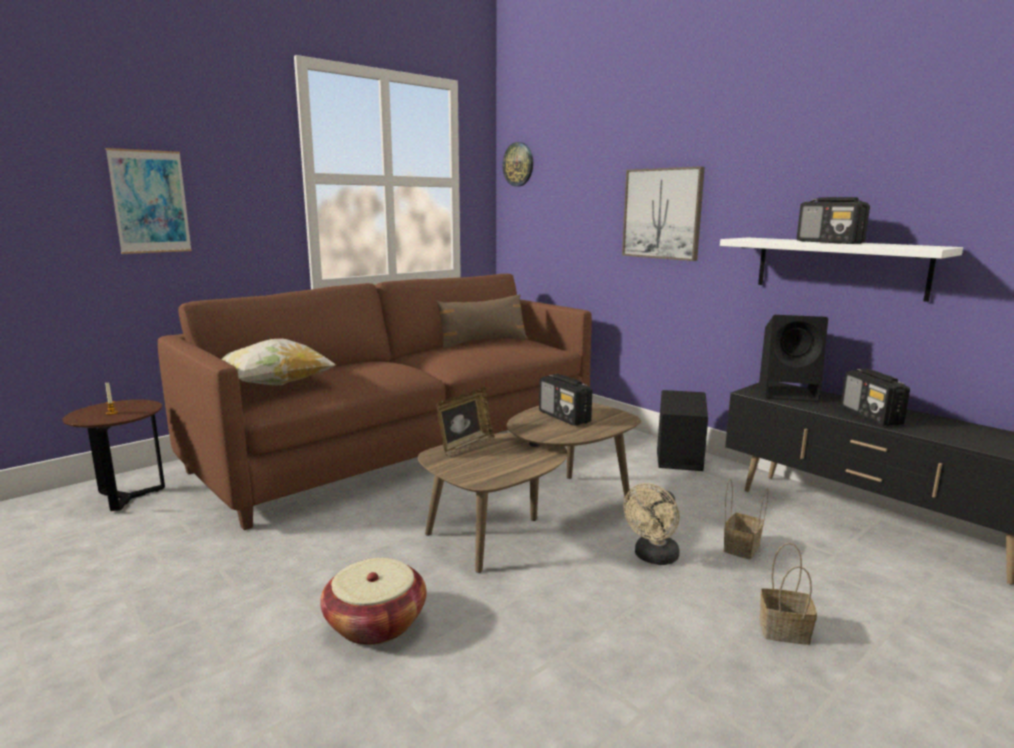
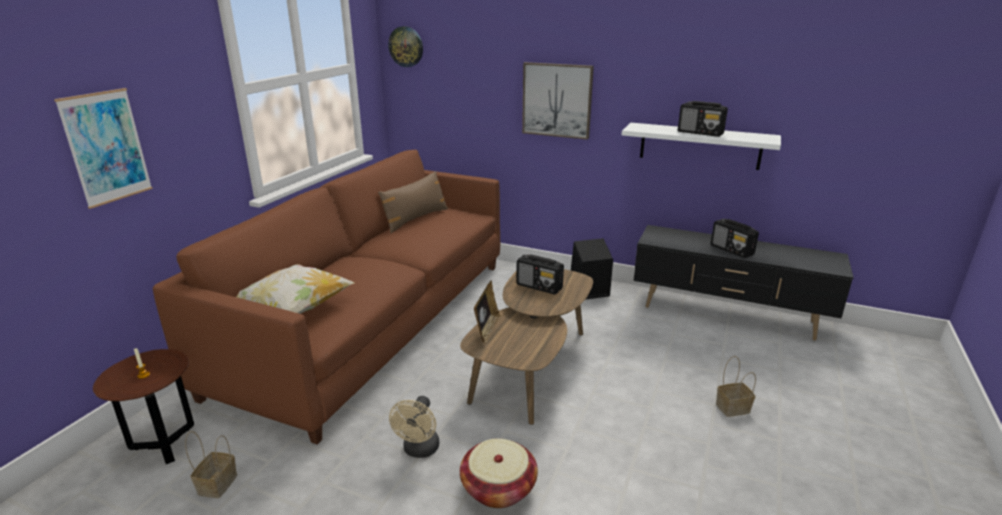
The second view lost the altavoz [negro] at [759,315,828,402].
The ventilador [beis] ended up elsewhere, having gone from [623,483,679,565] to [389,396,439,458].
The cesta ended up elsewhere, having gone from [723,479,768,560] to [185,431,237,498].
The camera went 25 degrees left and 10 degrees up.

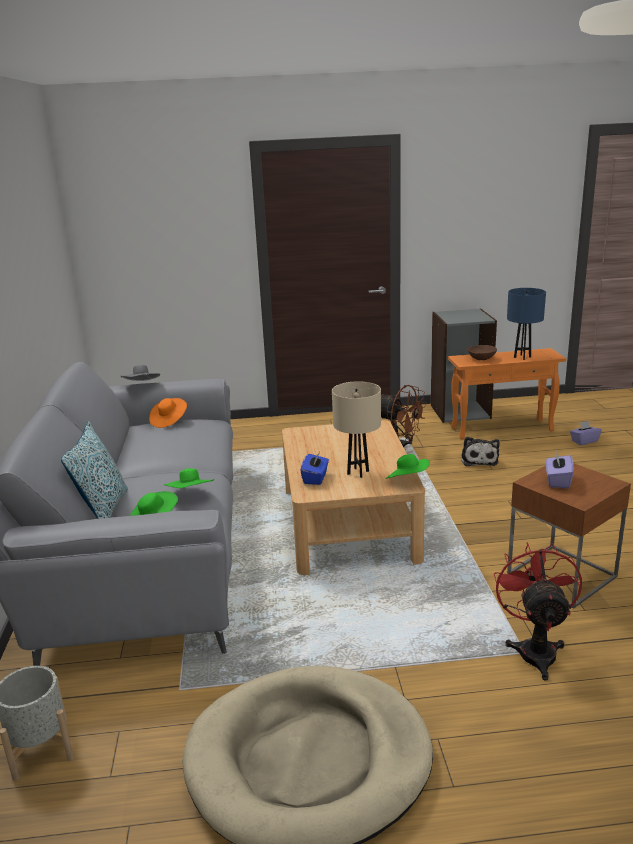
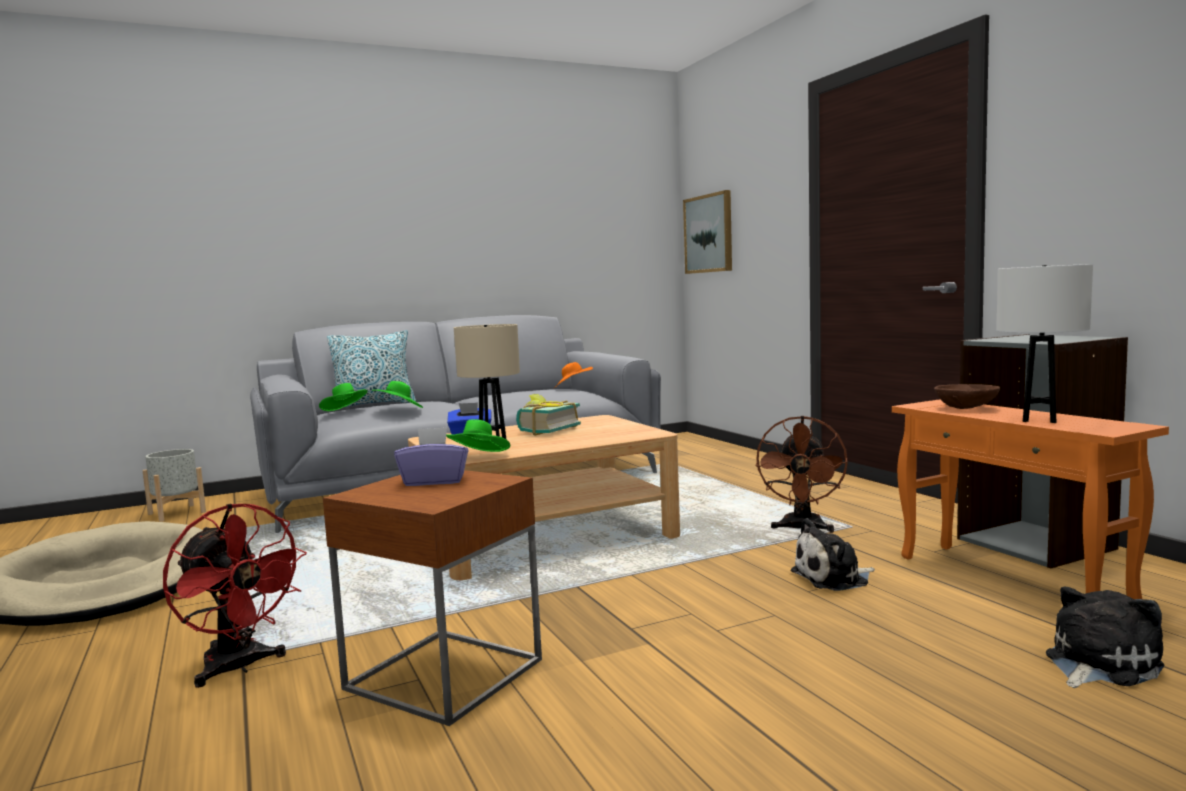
The second view lost the sombrero [gris] at [121,364,160,381].
The second view gained the libro at [516,394,581,436].
The second view gained the cuadro at [683,190,732,274].
Where the caja de pañuelos [morado] stood at [570,421,602,445], the peluche came to stand at [1046,587,1164,688].
What was the lámpara de mesa [azul] at [507,288,546,360] turned into the lámpara de mesa [blanco] at [997,264,1093,423].
The ventilador [rojo] at [494,542,582,681] ended up facing another way, 60 degrees clockwise from before.
The camera went 70 degrees right and 15 degrees down.

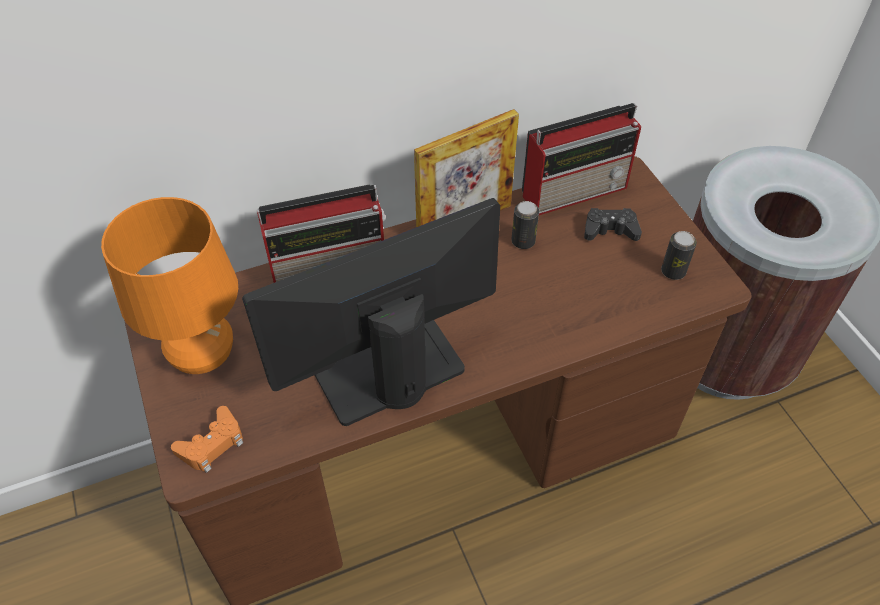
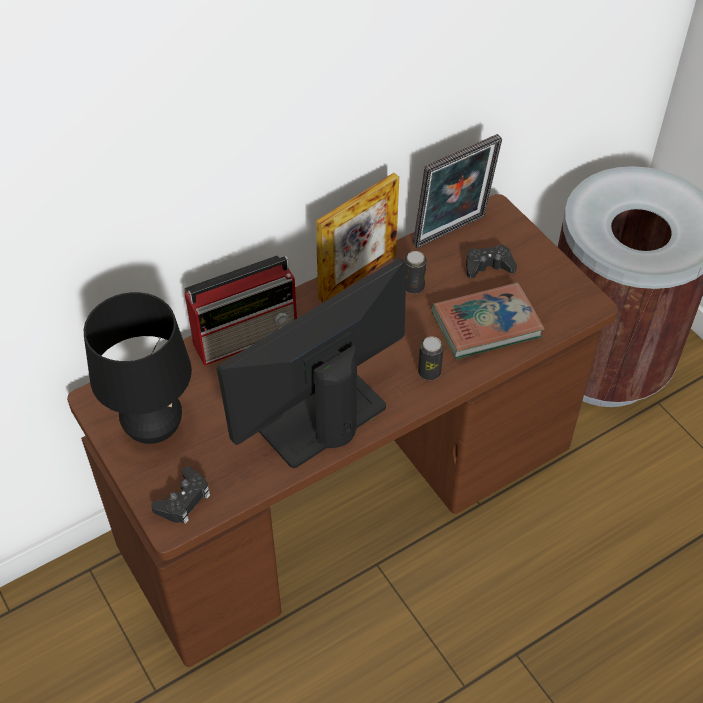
The second view gained the libro at [432,282,544,360].
The lata ended up elsewhere, having gone from [661,231,697,280] to [418,336,444,380].
Where the radio stood at [522,103,641,215], the portarretratos came to stand at [413,134,502,248].
What was the lámpara de mesa [naranja] at [101,197,238,374] turned into the lámpara de mesa [negro] at [84,292,192,444].
What was the mando de consola [naranja] at [171,406,243,473] turned into the mando de consola [negro] at [151,466,210,524].
The camera went 10 degrees left and 0 degrees up.

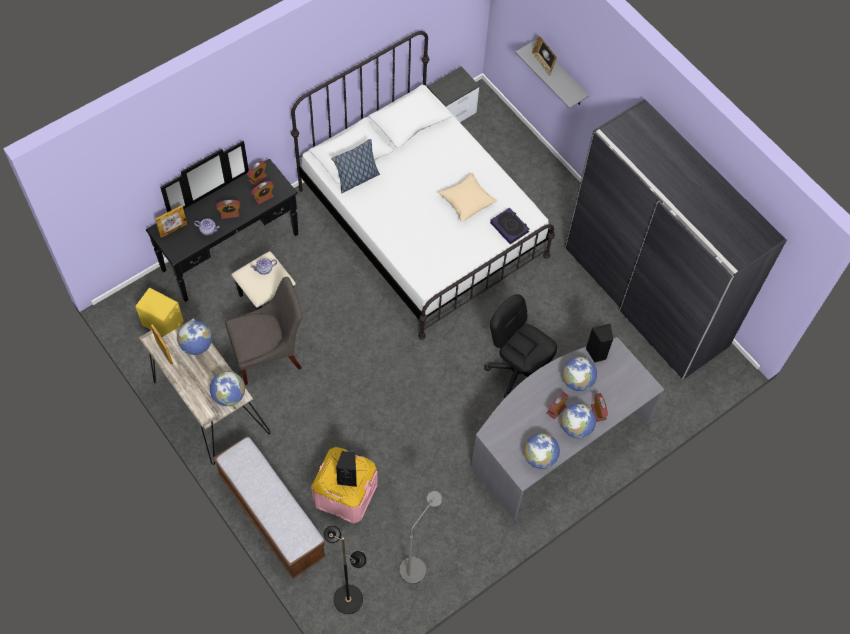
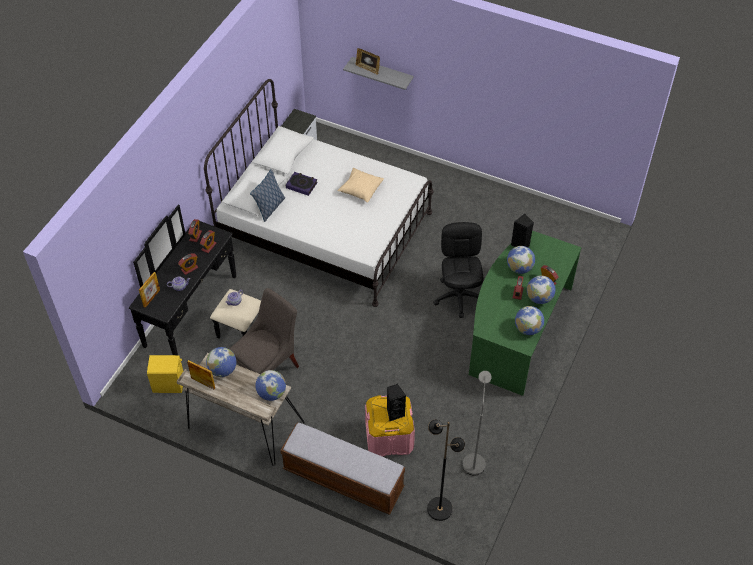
The second view lost the armario ropero [gris] at [565,99,787,379].
The libro ended up elsewhere, having gone from [490,208,530,245] to [285,172,318,196].
What was the escritorio [gris] at [471,337,665,520] turned into the escritorio [verde] at [469,231,582,396].
The silla de oficina [negro] at [484,294,557,398] ended up facing another way, 75 degrees clockwise from before.
The camera went 25 degrees left and 10 degrees down.

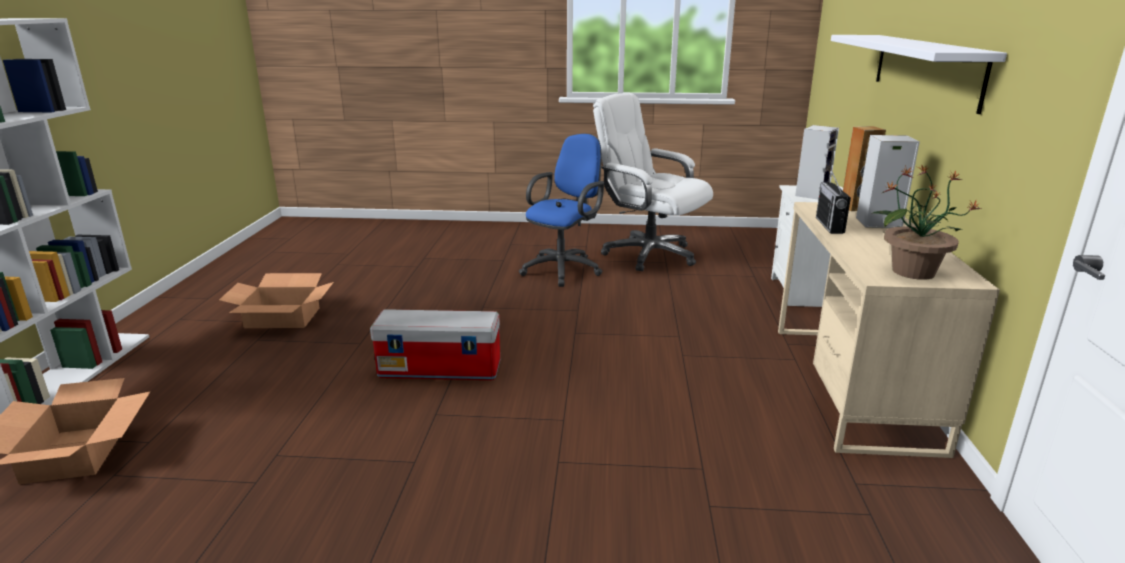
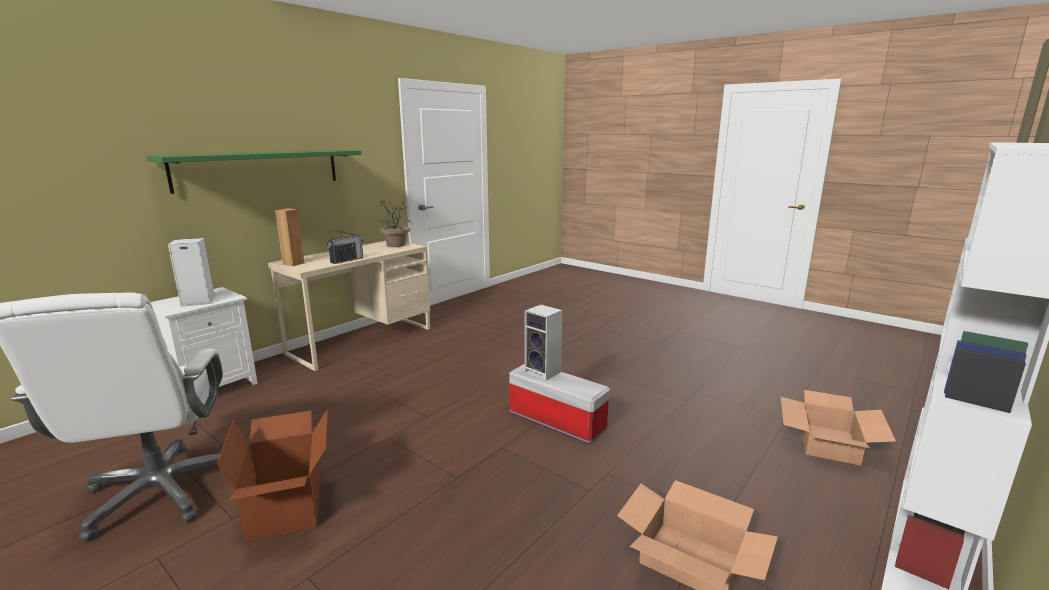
The altavoz ended up elsewhere, having gone from [856,135,920,228] to [525,305,563,380].
Where the silla de oficina [azul] stood at [519,134,604,287], the caja de cartón came to stand at [217,409,328,543].
What was the estante [blanco] at [831,35,1007,114] turned into the estante [verde] at [146,150,361,194].
The camera went 145 degrees left and 5 degrees down.

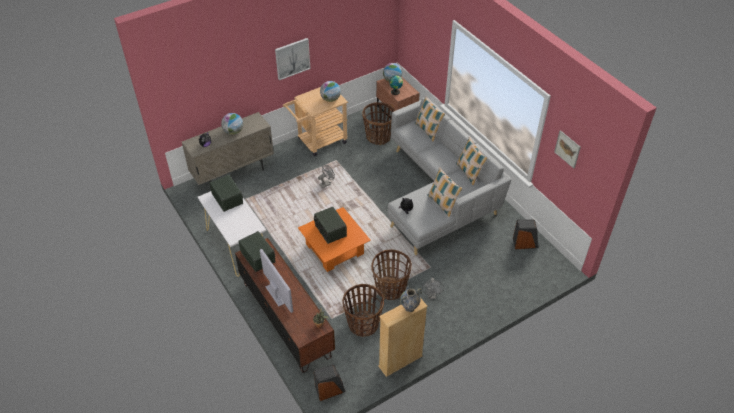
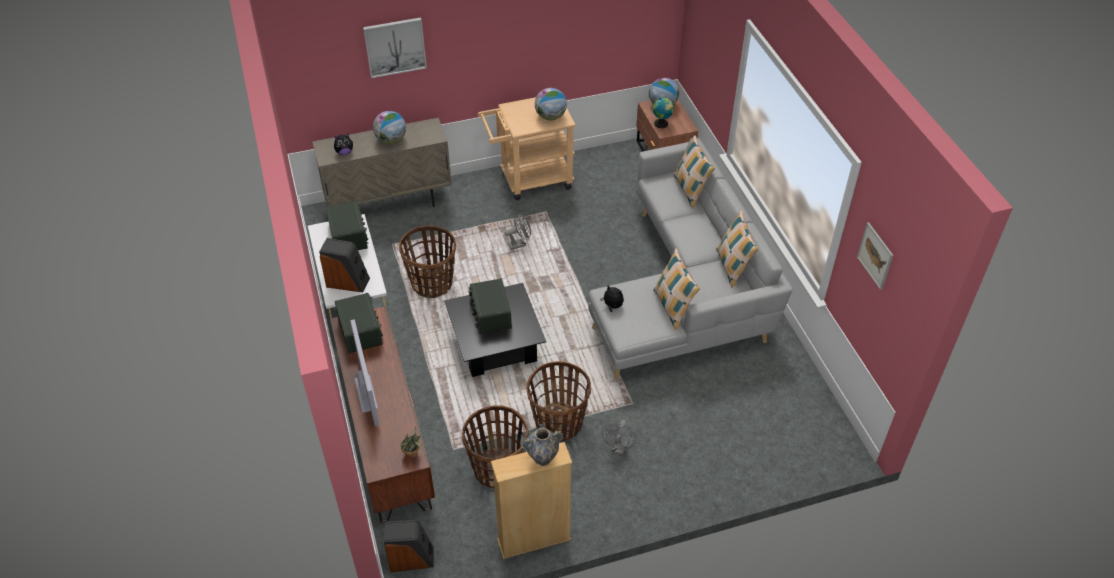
The cuadro ended up elsewhere, having gone from [275,38,311,80] to [363,17,427,78].
The cesta ended up elsewhere, having gone from [362,102,395,145] to [399,225,456,298].
The altavoz ended up elsewhere, having gone from [513,219,538,249] to [319,238,370,292].
What was the mesa de centro [naranja] at [298,207,371,272] turned into the mesa de centro [negro] at [444,283,546,377].
The camera went 15 degrees right and 0 degrees up.

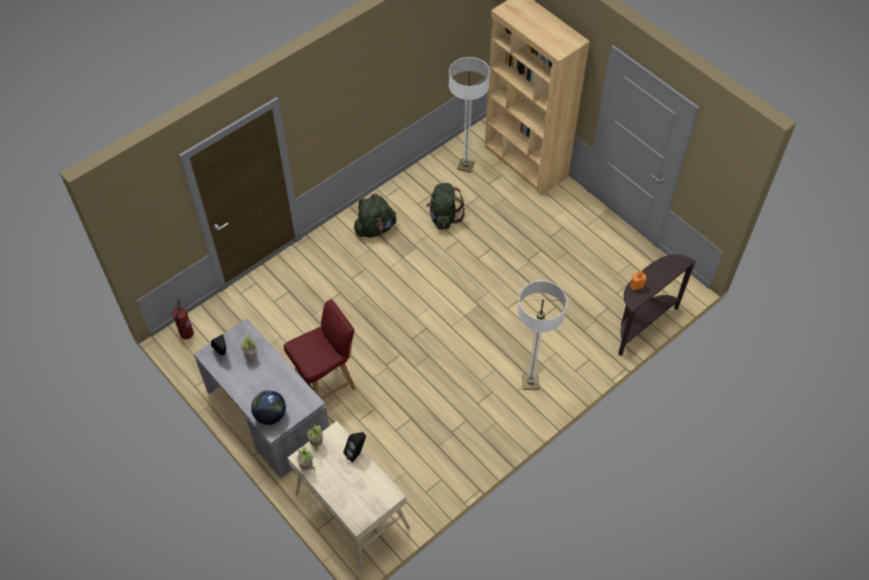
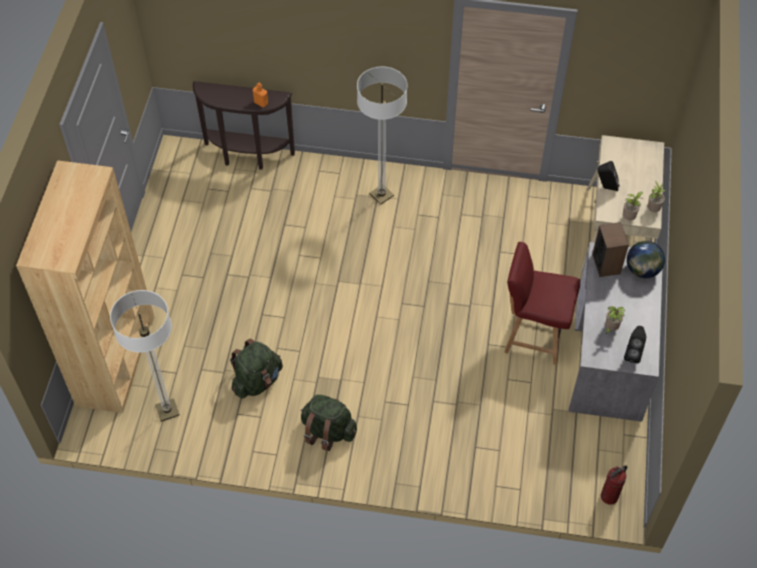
The second view gained the altavoz at [592,222,629,277].
The camera went 130 degrees left and 0 degrees up.

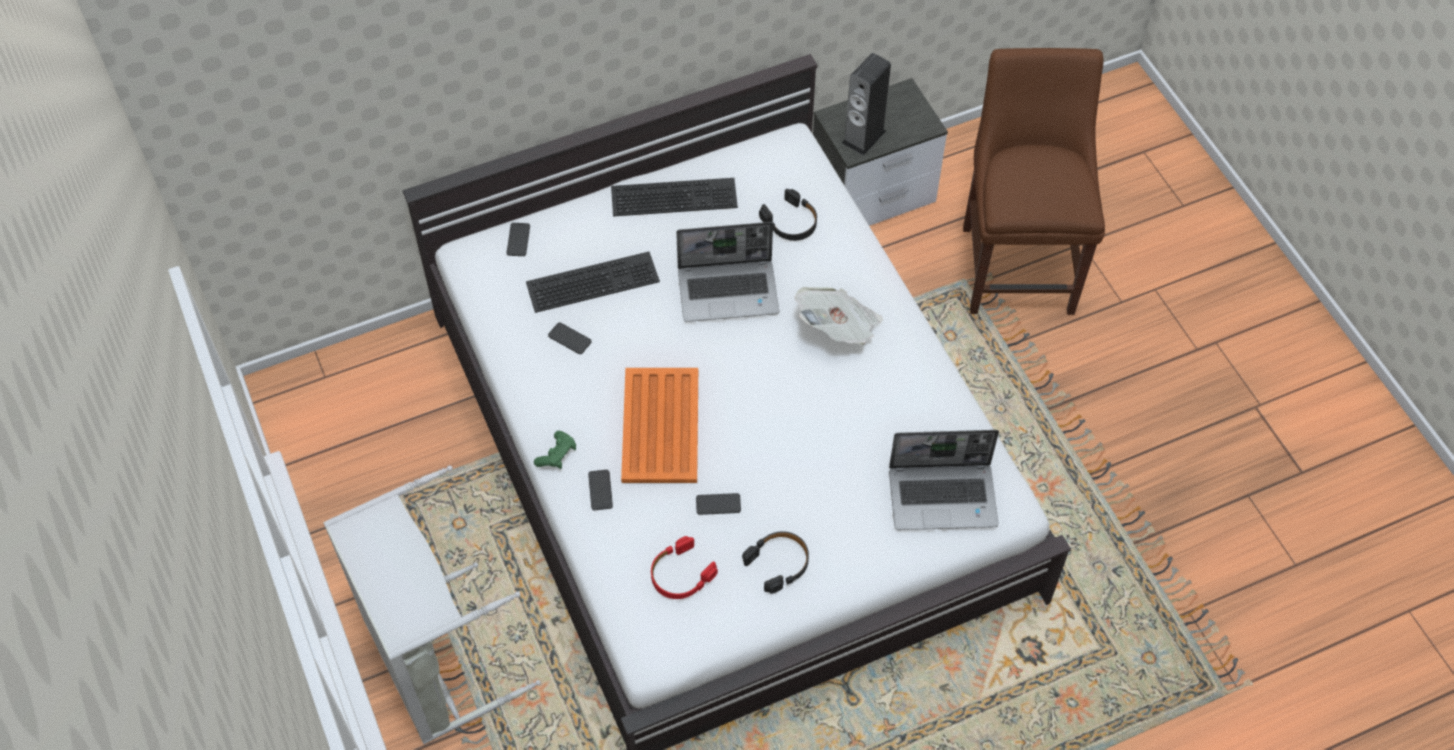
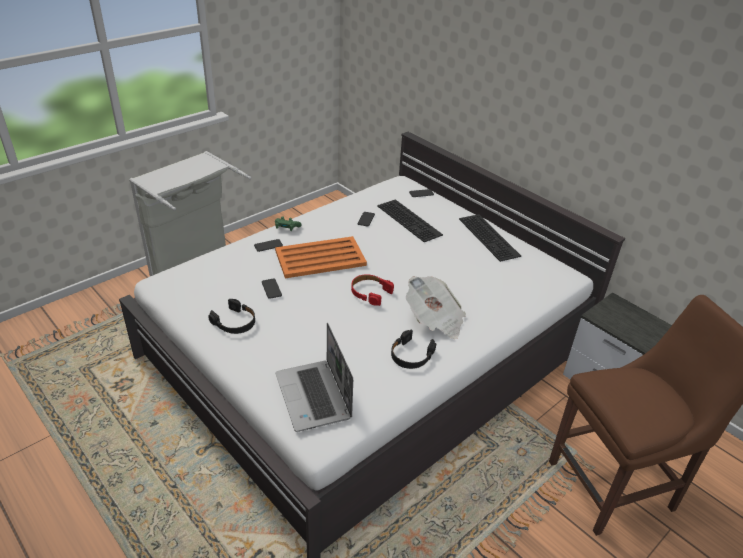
The second view lost the portátil at [676,222,779,322].
The second view lost the altavoz at [842,53,891,156].
The auriculares [rojo] ended up elsewhere, having gone from [651,536,718,599] to [351,274,394,306].
The auriculares [negro] ended up elsewhere, having gone from [759,189,817,241] to [391,330,436,369].
The camera went 70 degrees right and 20 degrees down.

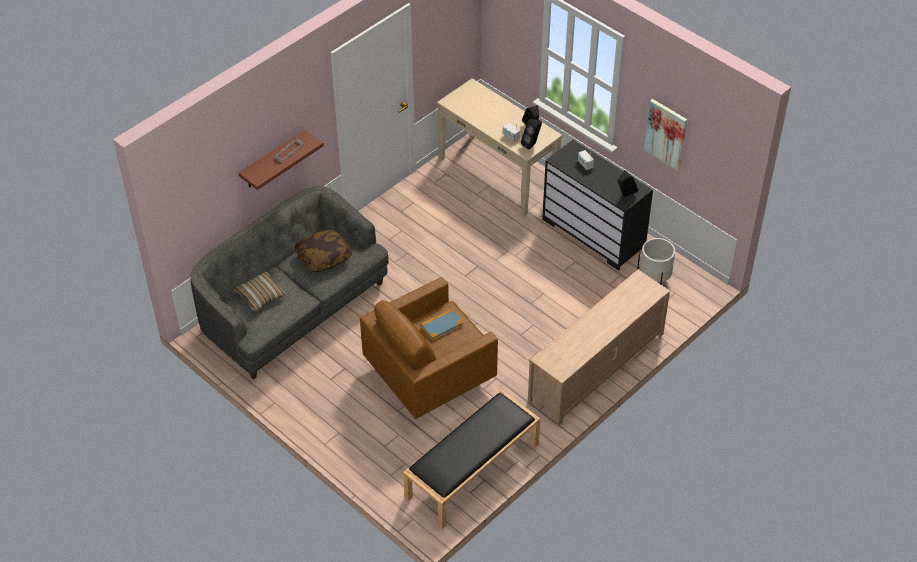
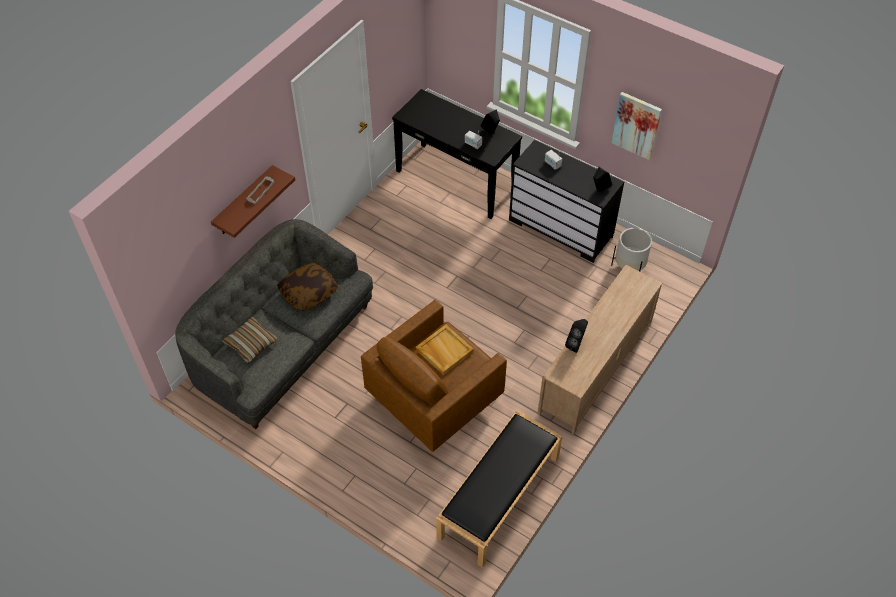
The altavoz [negro] ended up elsewhere, having gone from [521,119,542,150] to [565,319,588,353].
Where the libro stood at [421,309,463,341], the bandeja [beis] came to stand at [416,325,474,375].
What was the mesa consola [beis] at [437,78,562,216] turned into the mesa consola [negro] at [392,89,522,219].
The camera went 10 degrees left and 5 degrees up.

